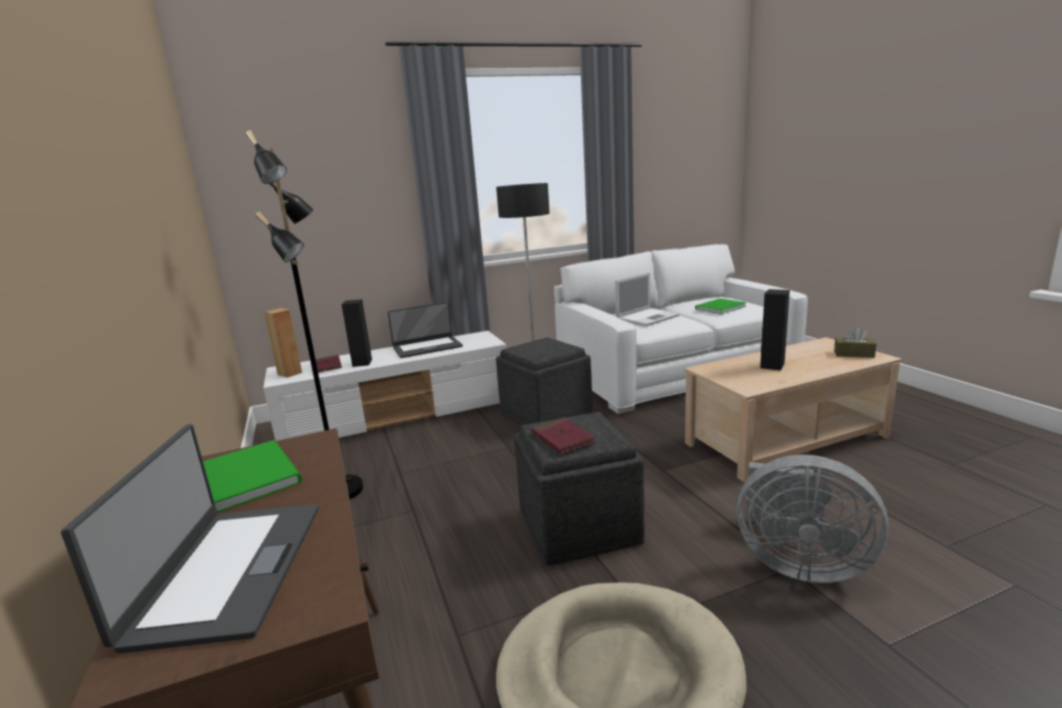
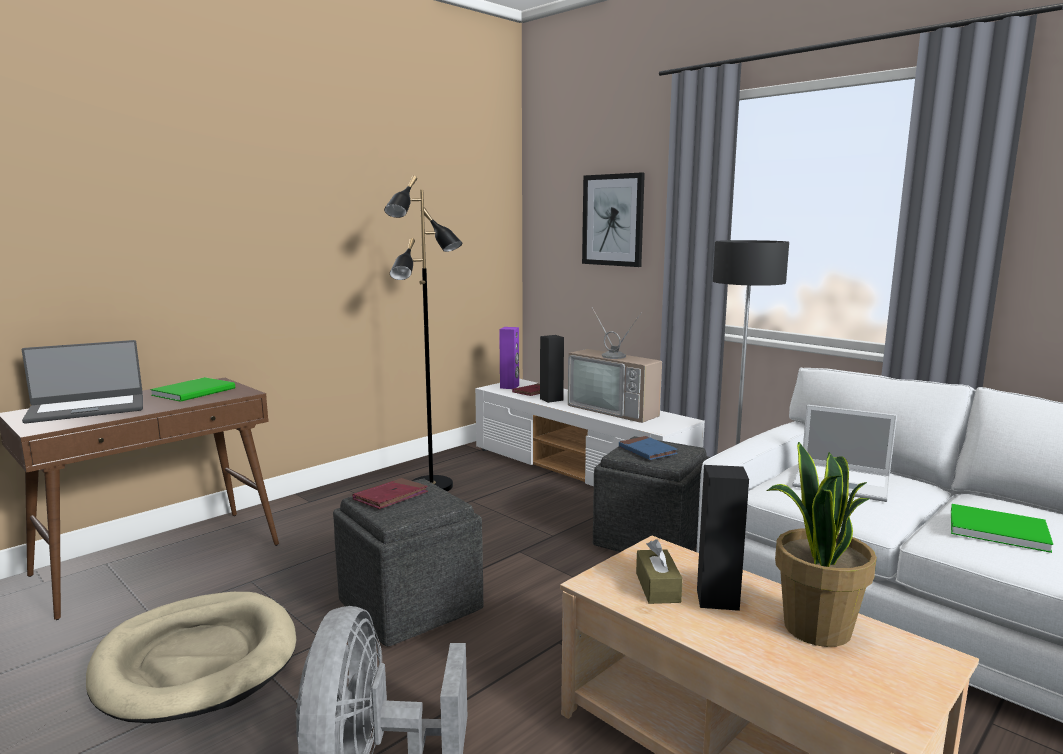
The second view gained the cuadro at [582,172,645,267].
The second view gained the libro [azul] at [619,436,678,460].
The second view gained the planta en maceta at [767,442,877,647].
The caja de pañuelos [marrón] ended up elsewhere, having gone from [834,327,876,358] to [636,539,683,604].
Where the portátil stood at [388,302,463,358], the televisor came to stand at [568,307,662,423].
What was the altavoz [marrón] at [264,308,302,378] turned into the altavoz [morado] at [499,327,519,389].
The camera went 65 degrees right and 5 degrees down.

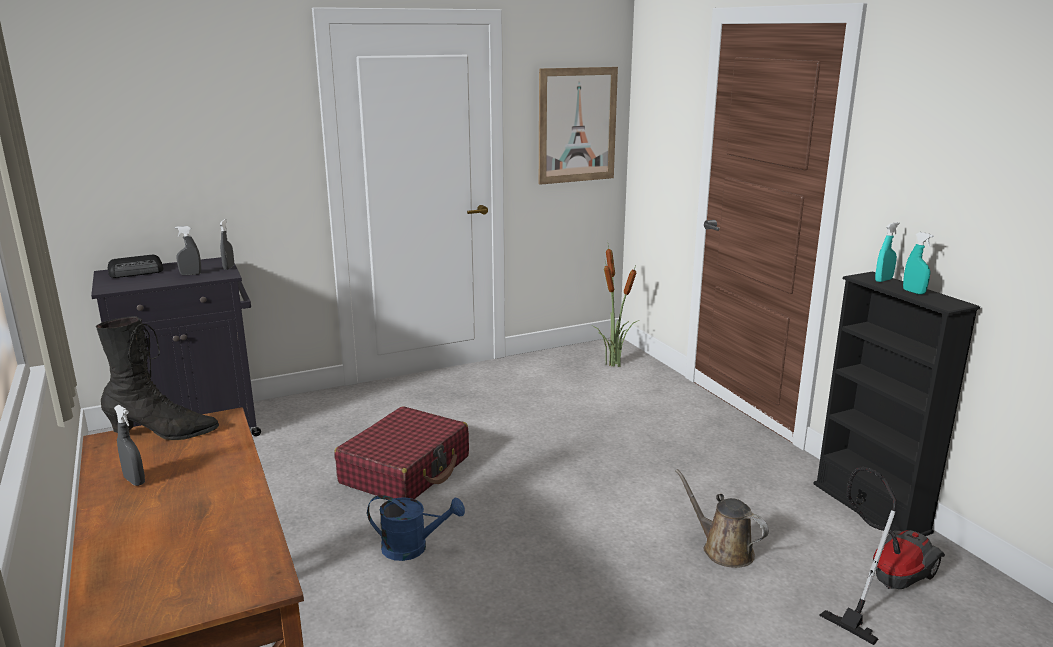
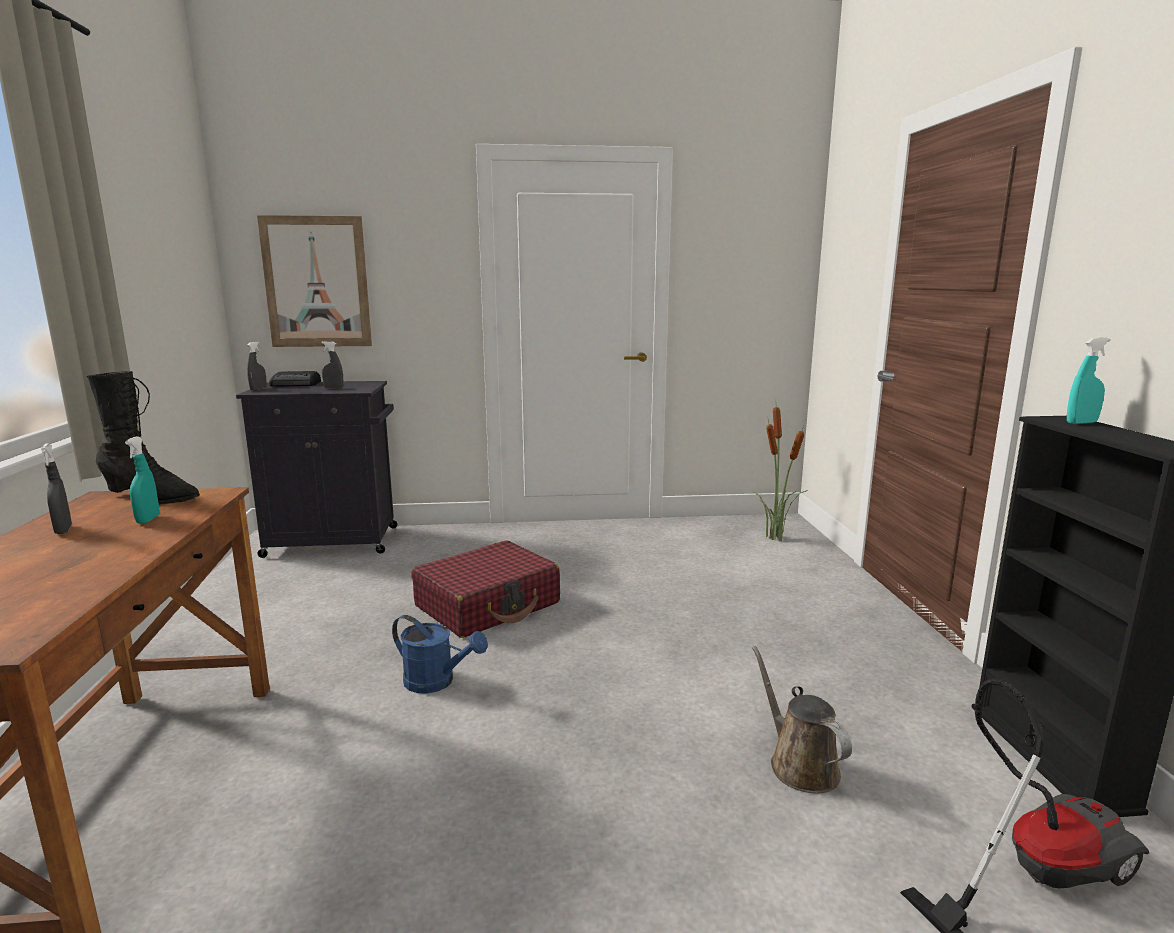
The pulverizador [gris] ended up elsewhere, having gone from [219,219,234,270] to [247,342,267,391].
The cuadro ended up elsewhere, having gone from [539,67,618,185] to [257,215,372,347].
The pulverizador [turquesa] ended up elsewhere, having gone from [903,232,934,295] to [125,436,159,524].
The camera went 20 degrees right and 5 degrees down.

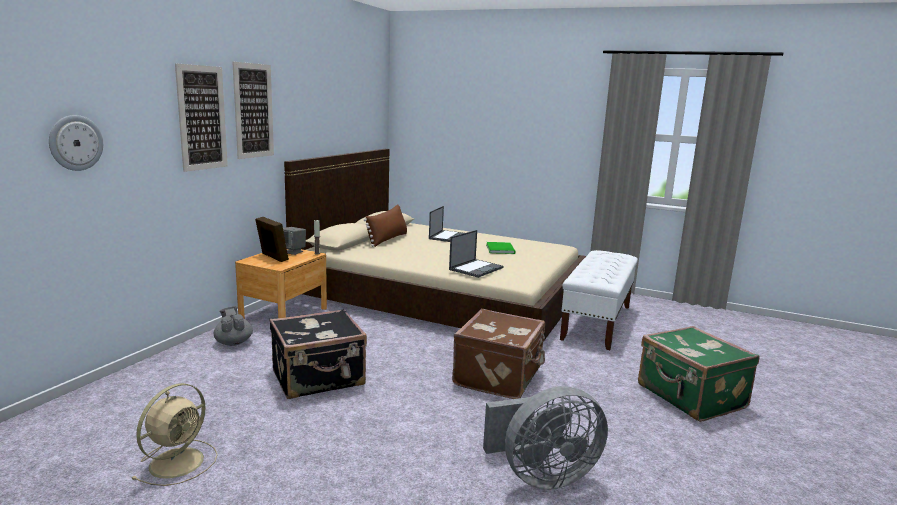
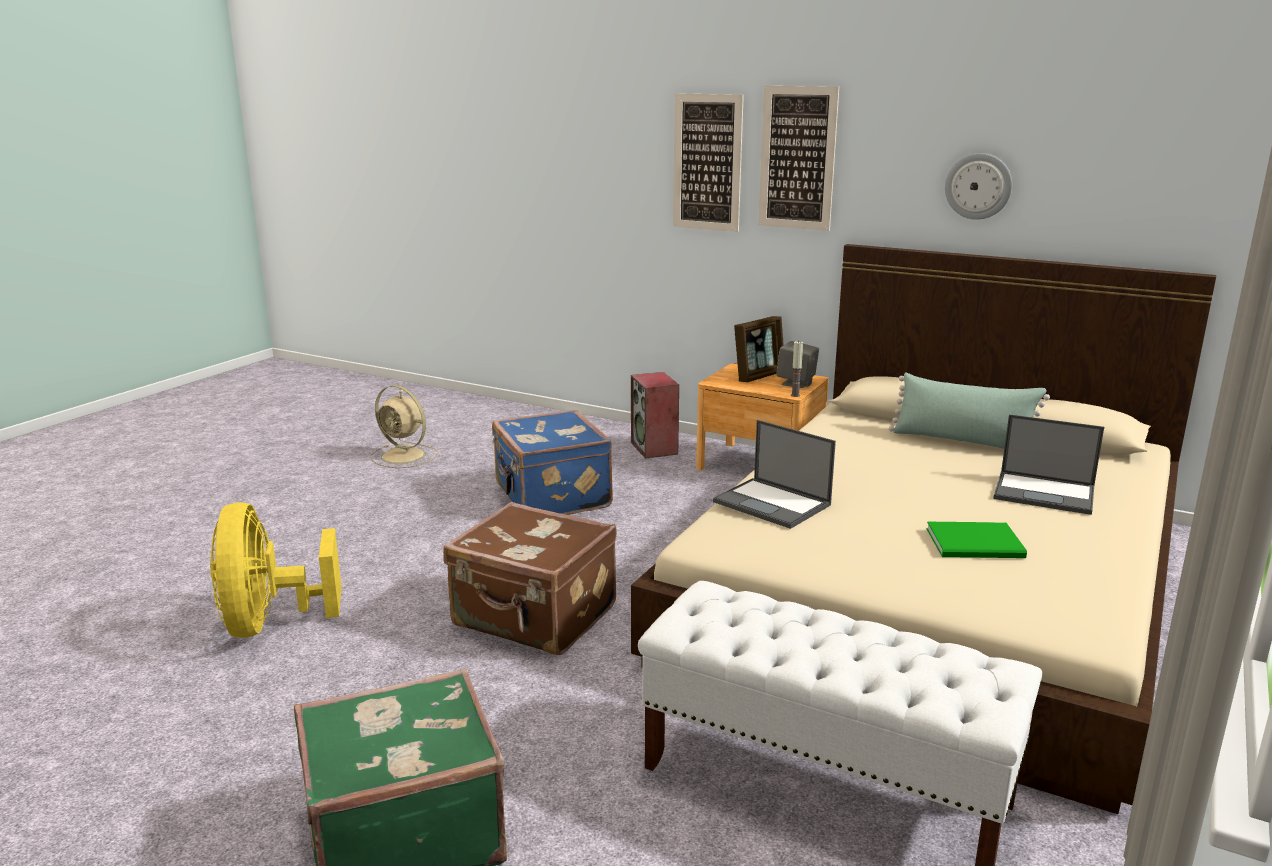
The reloj de pared ended up elsewhere, having gone from [49,115,103,171] to [945,153,1012,220].
Where the tetera [gris] stood at [213,306,253,346], the altavoz came to stand at [631,372,679,458].
What was the maleta [negro] at [270,309,367,399] turned into the maleta [azul] at [492,410,613,515].
What was the cojín [marrón] at [364,204,407,247] turned into the cojín [verde] at [889,372,1050,449].
What was the ventilador [gris] at [483,386,608,490] turned into the ventilador [amarillo] at [210,502,342,638].
The camera went 95 degrees right and 5 degrees up.

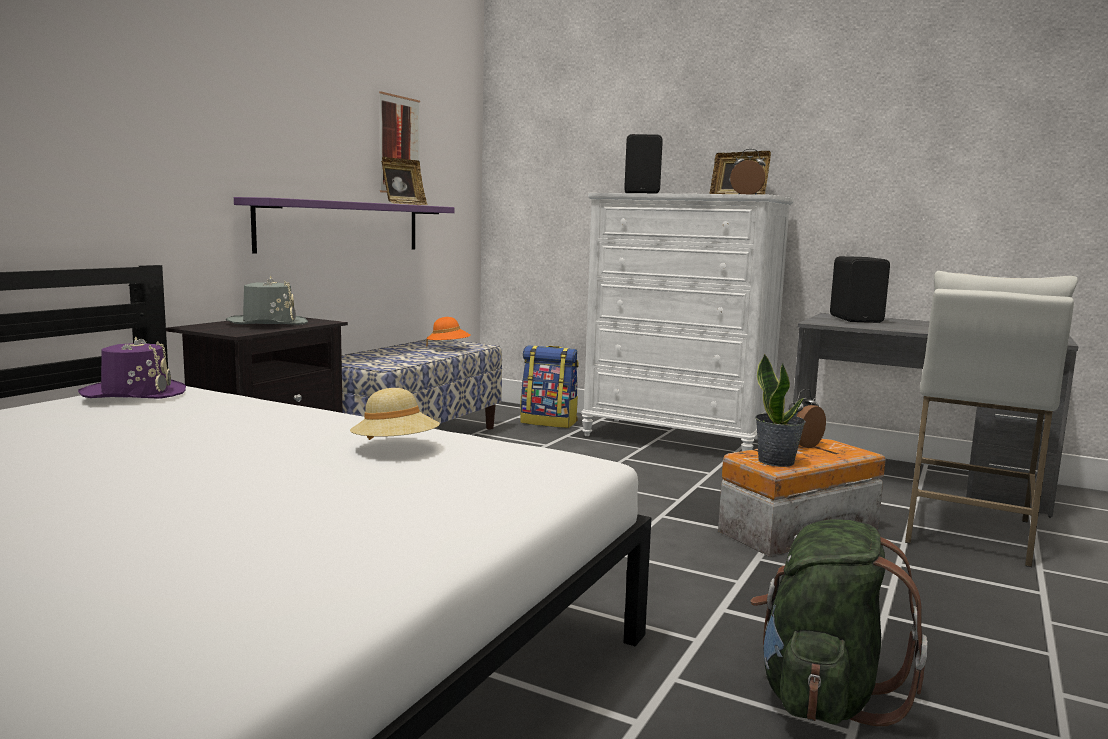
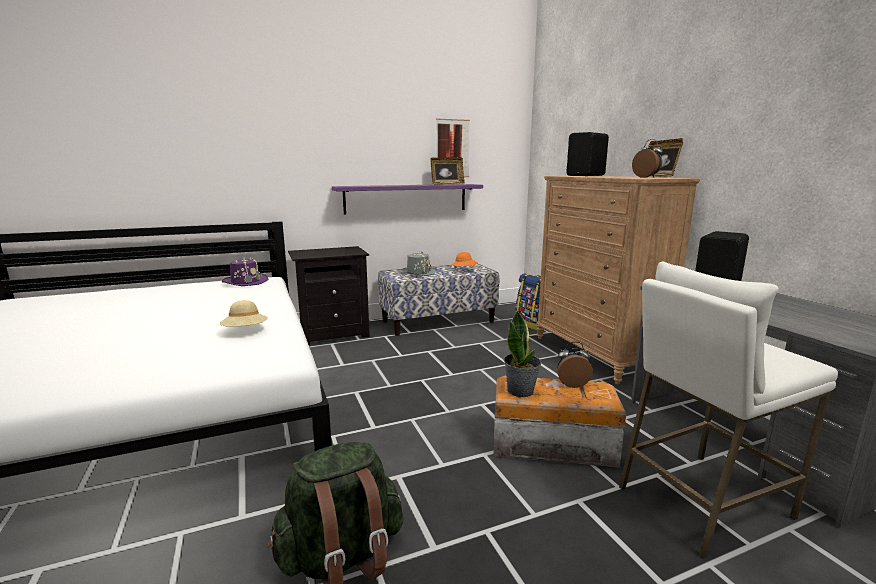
The sombrero [gris] ended up elsewhere, having gone from [226,275,308,325] to [399,251,436,276].
What was the cómoda [blanco] at [581,193,794,451] turned into the cómoda [marrón] at [536,176,700,384].
The camera went 40 degrees right and 5 degrees up.

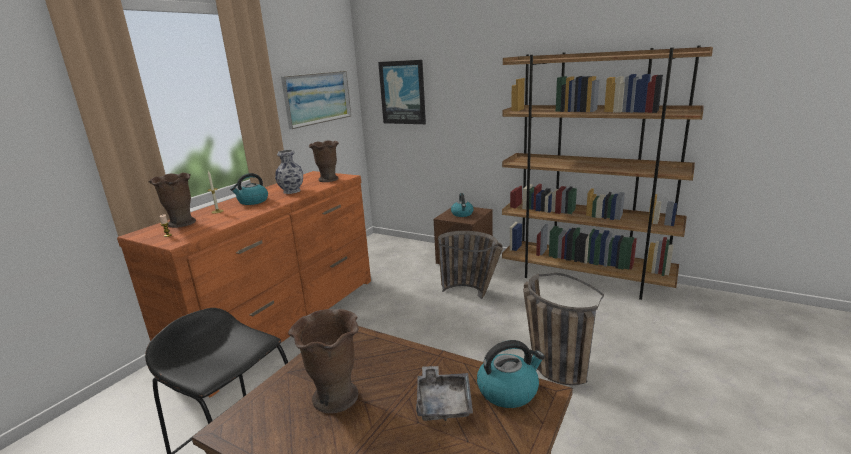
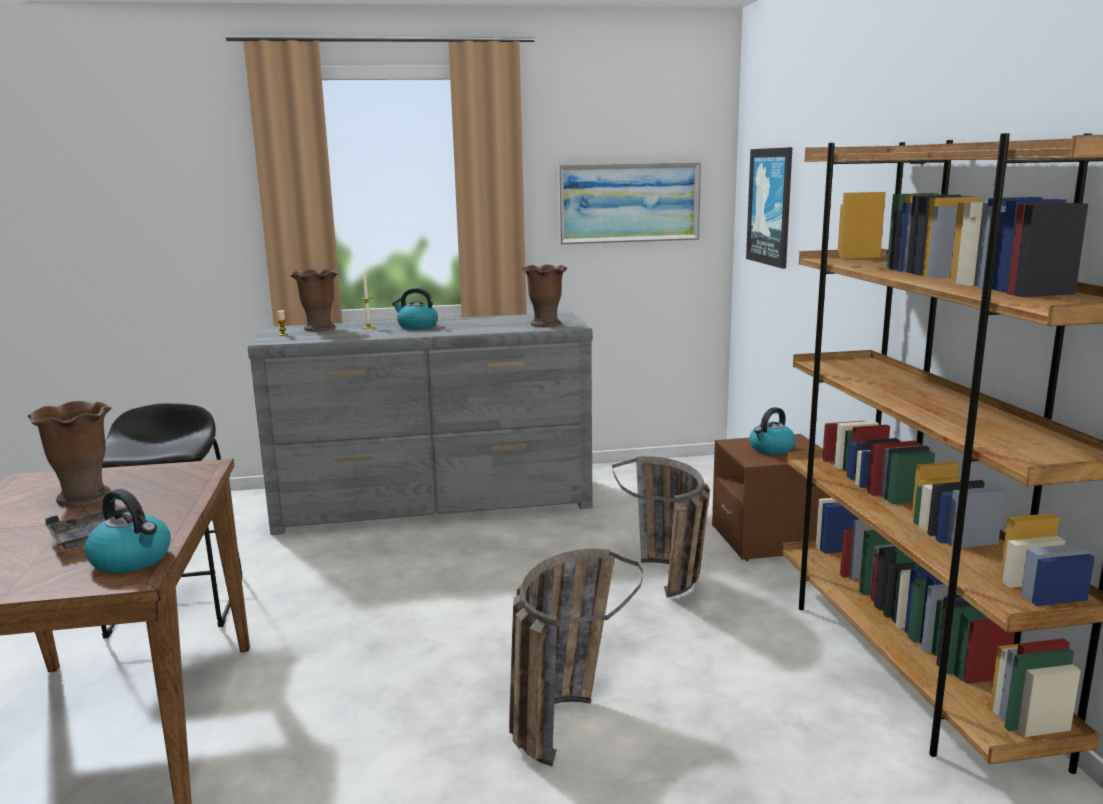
The second view lost the florero at [275,150,303,194].
What was the cómoda [naranja] at [117,171,371,397] turned into the cómoda [gris] at [247,312,593,535].
The camera went 50 degrees right and 5 degrees down.

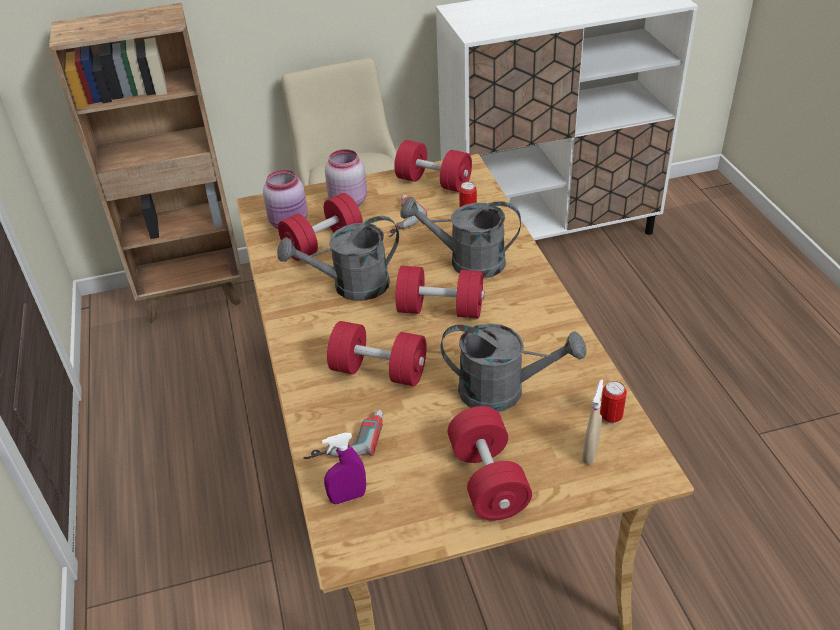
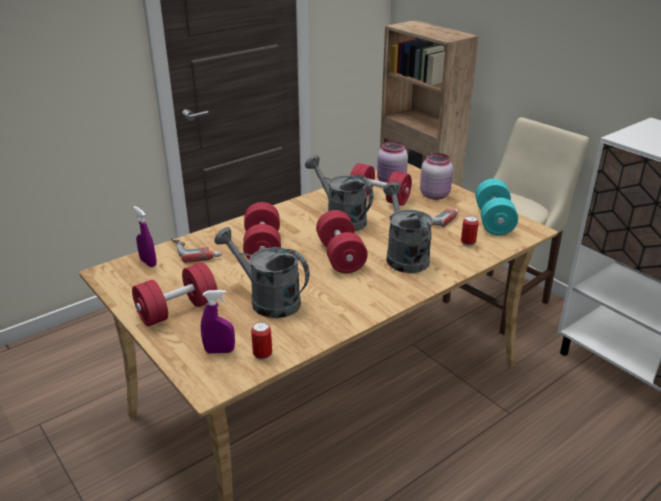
What was the mancuerna [rojo] at [394,140,472,192] turned into the mancuerna [turquesa] at [475,179,518,235].
What was the pulverizador [beis] at [582,379,603,465] turned into the pulverizador [morado] at [201,290,235,353].
The regadera [gris] at [440,323,586,412] ended up facing another way, 135 degrees clockwise from before.
The camera went 65 degrees right and 10 degrees down.

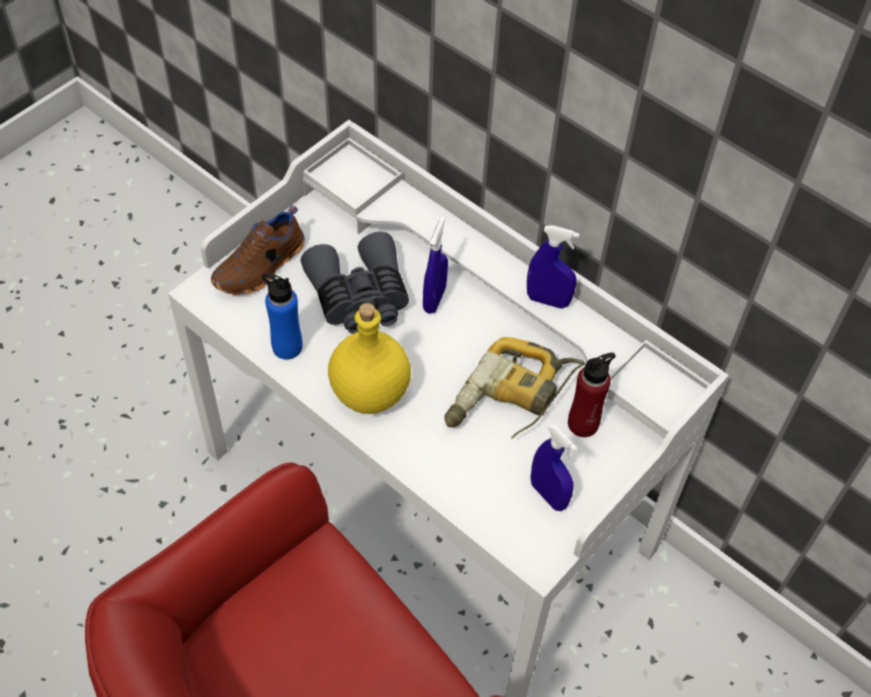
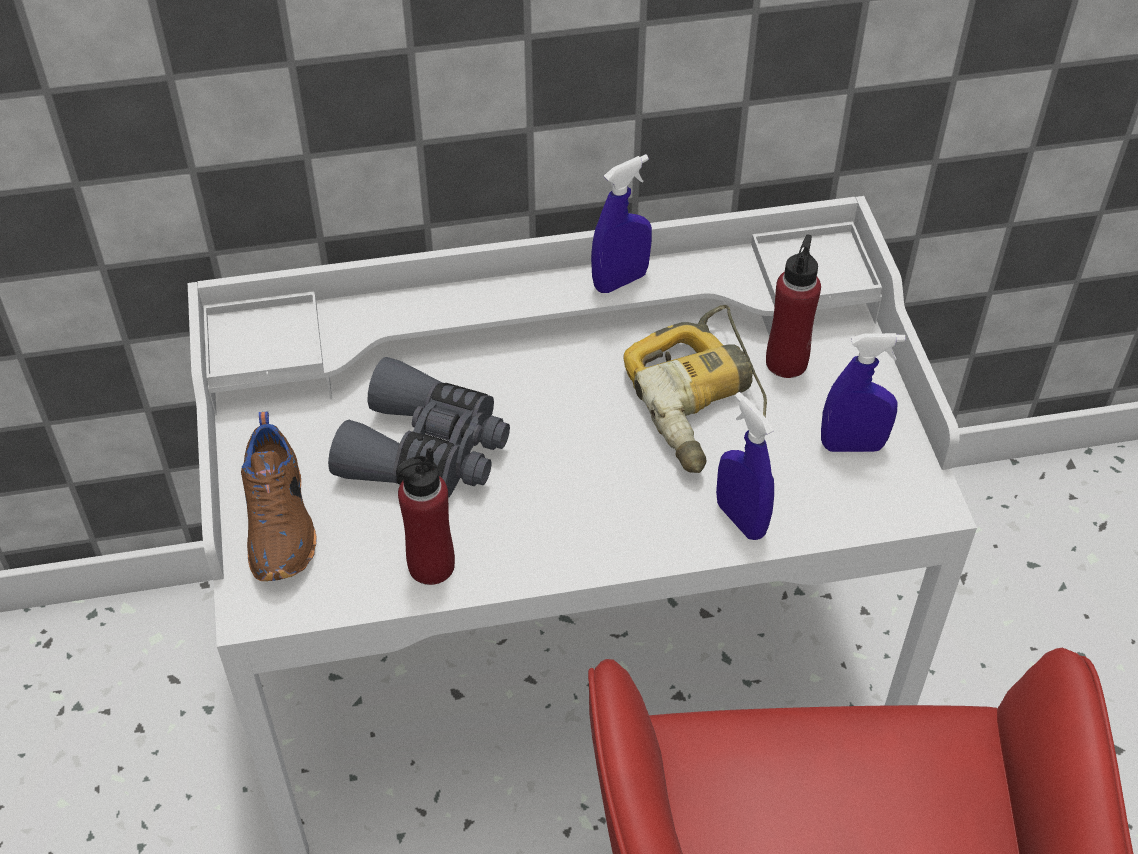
The second view lost the botella [amarillo] at [328,303,411,414].
The pulverizador [azul] ended up elsewhere, having gone from [423,216,448,314] to [716,392,774,540].
What was the botella [azul] at [262,273,302,359] turned into the botella [rojo] at [396,448,455,585].
The camera went 50 degrees left and 5 degrees down.

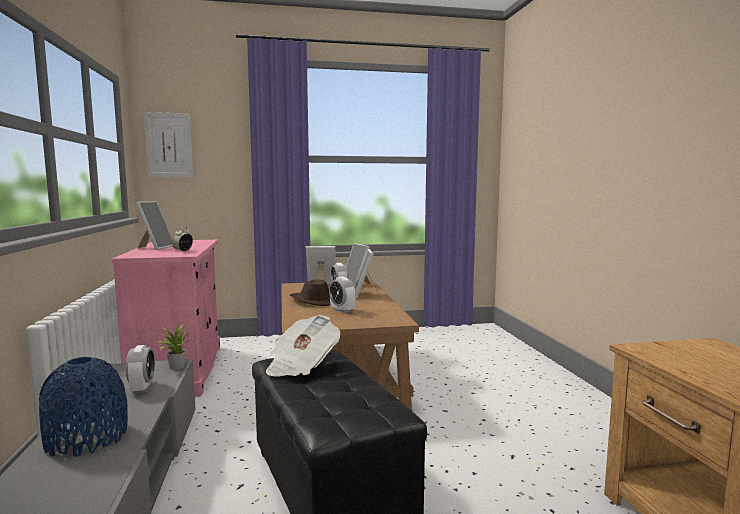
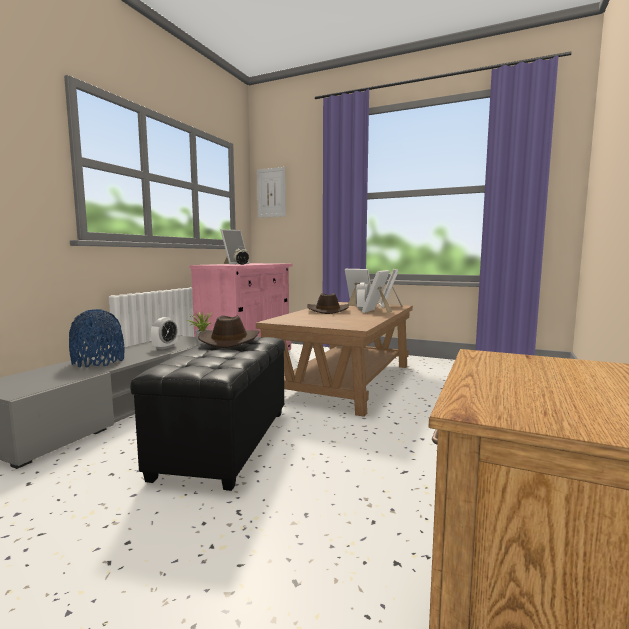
The second view lost the despertador at [329,277,356,313].
Where the periódico stood at [266,315,340,377], the sombrero [marrón] came to stand at [198,316,259,348].
The camera went 35 degrees right and 0 degrees up.

